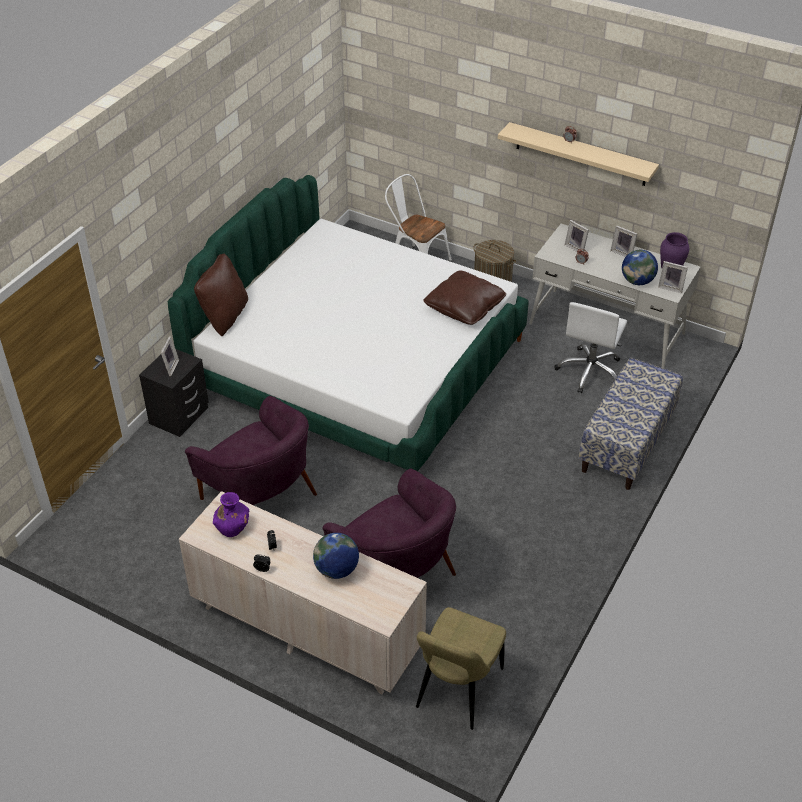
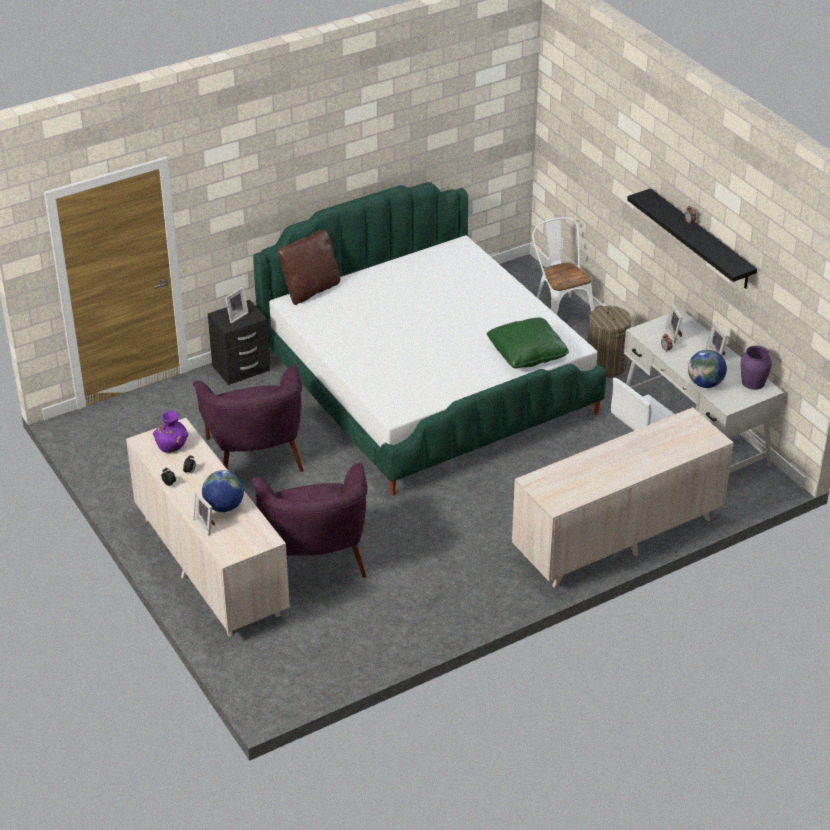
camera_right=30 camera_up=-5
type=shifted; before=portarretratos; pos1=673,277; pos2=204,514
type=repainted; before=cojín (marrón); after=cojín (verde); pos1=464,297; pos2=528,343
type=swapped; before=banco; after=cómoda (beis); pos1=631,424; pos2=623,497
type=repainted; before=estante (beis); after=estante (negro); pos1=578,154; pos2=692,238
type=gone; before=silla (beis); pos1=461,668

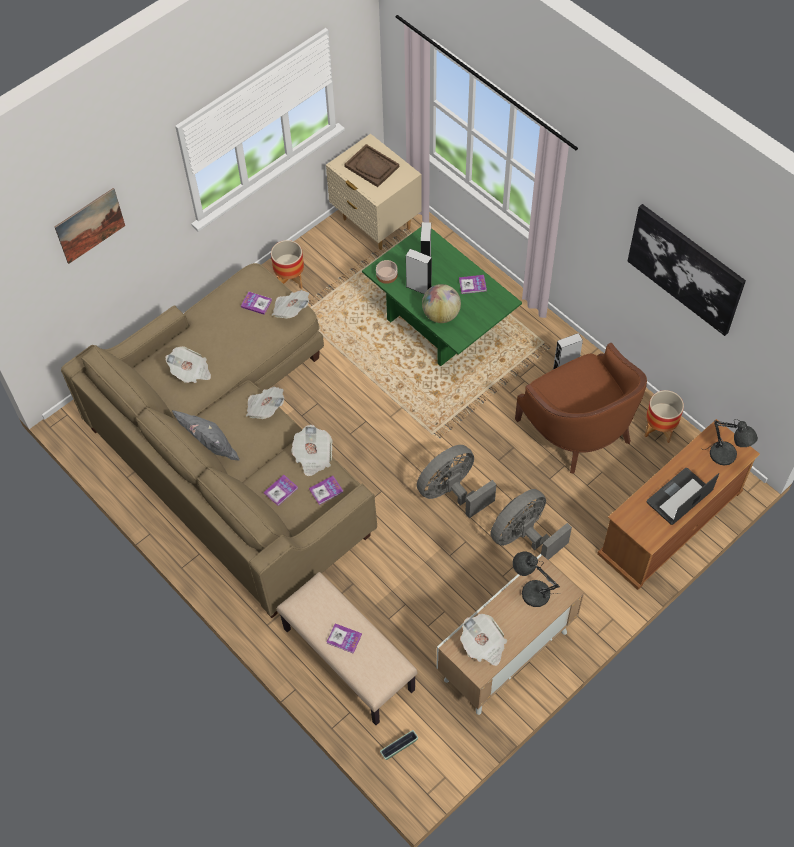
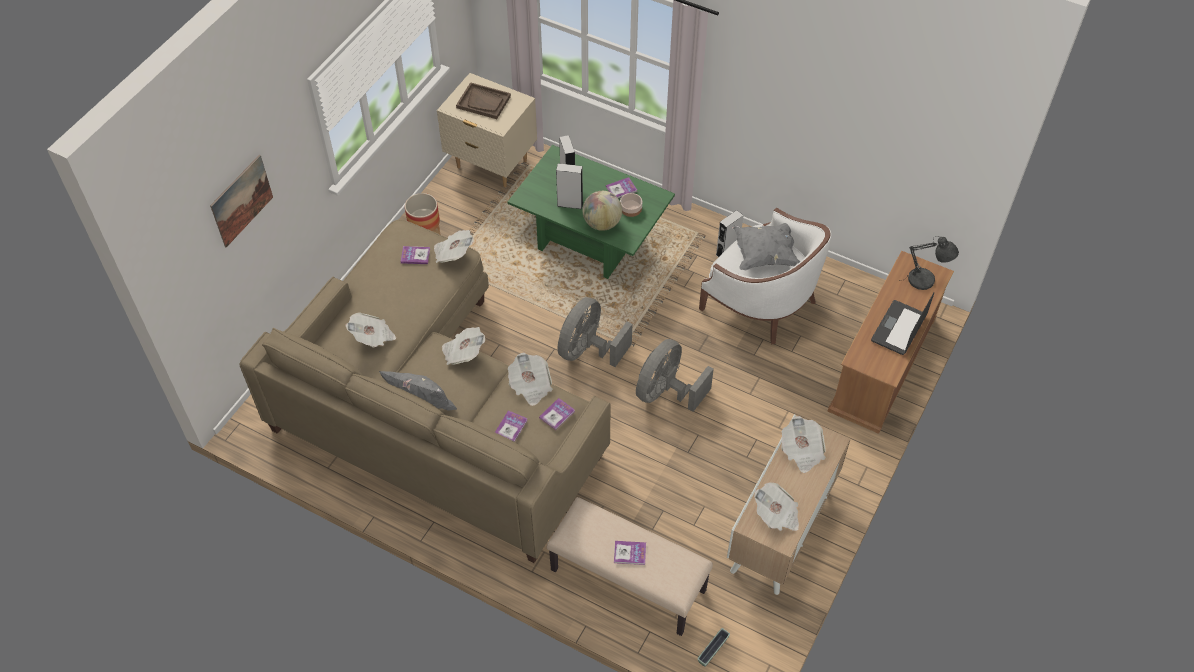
camera_right=-20 camera_up=-5
type=shifted; before=ventilador (gris); pos1=531,524; pos2=595,332
type=shifted; before=cuenco; pos1=387,272; pos2=631,205
type=repainted; before=sillón (marrón); after=sillón (blanco); pos1=581,408; pos2=765,275
type=new; after=cojín (gris); pos2=765,246
type=swapped; before=lámpara de mesa (gris); after=periódico; pos1=536,579; pos2=803,444
type=gone; before=cuadro; pos1=686,270
type=gone; before=maceta; pos1=664,416

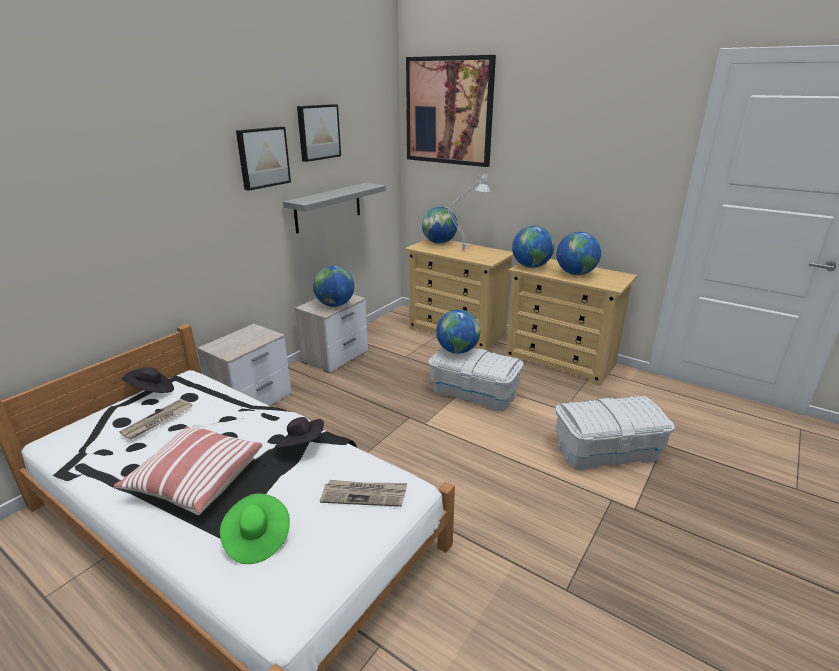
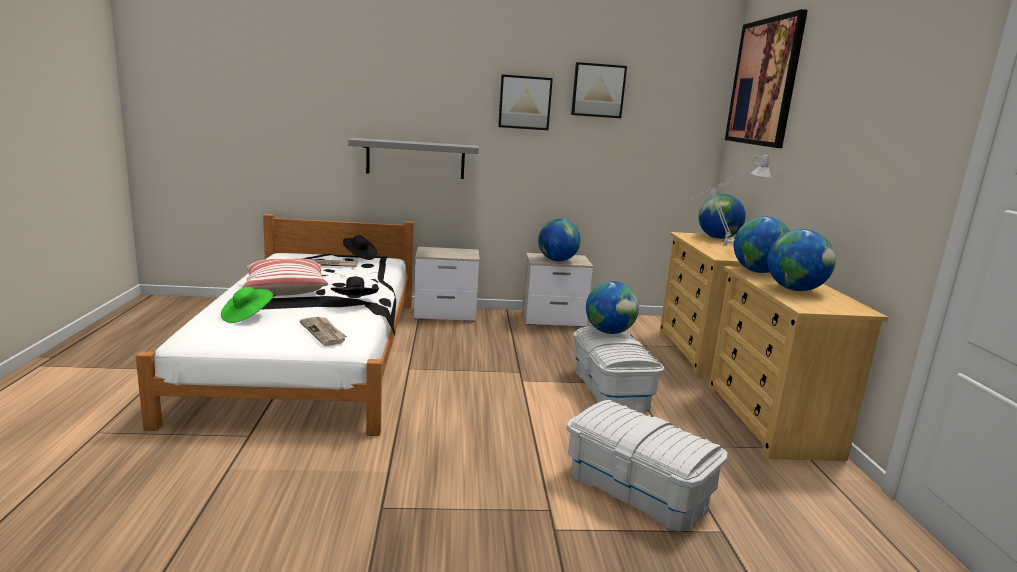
camera_right=50 camera_up=-10
type=shifted; before=estante (gris); pos1=334,208; pos2=413,158

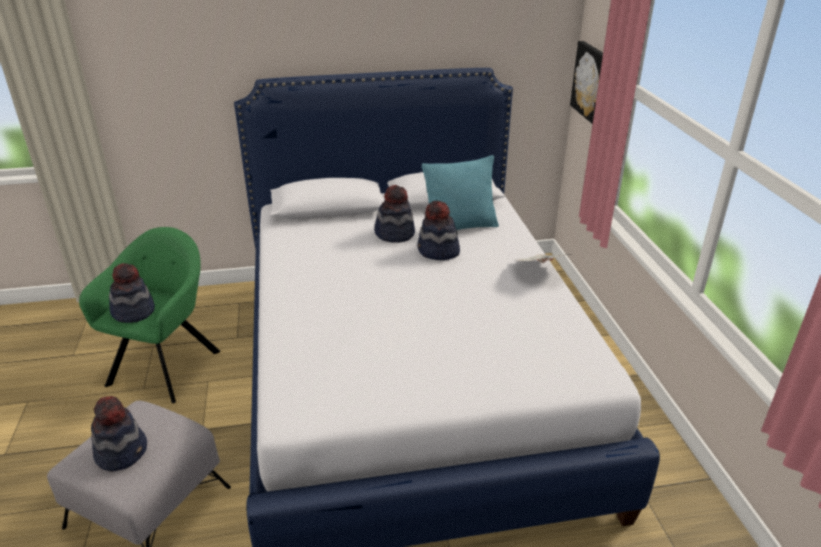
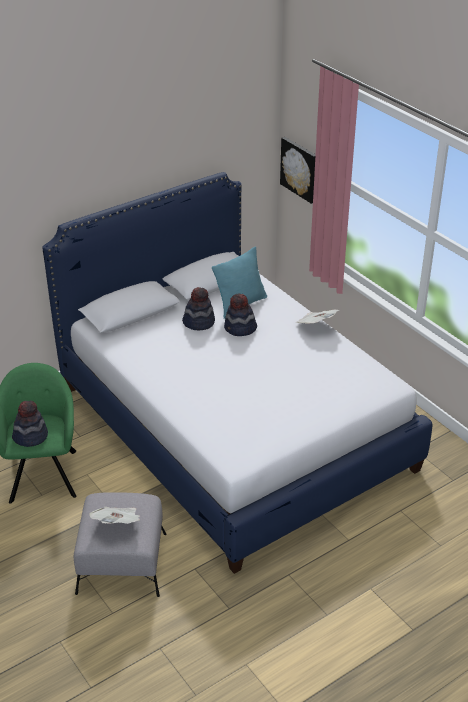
camera_right=-25 camera_up=5
type=swapped; before=sombrero; after=periódico; pos1=119,433; pos2=114,515

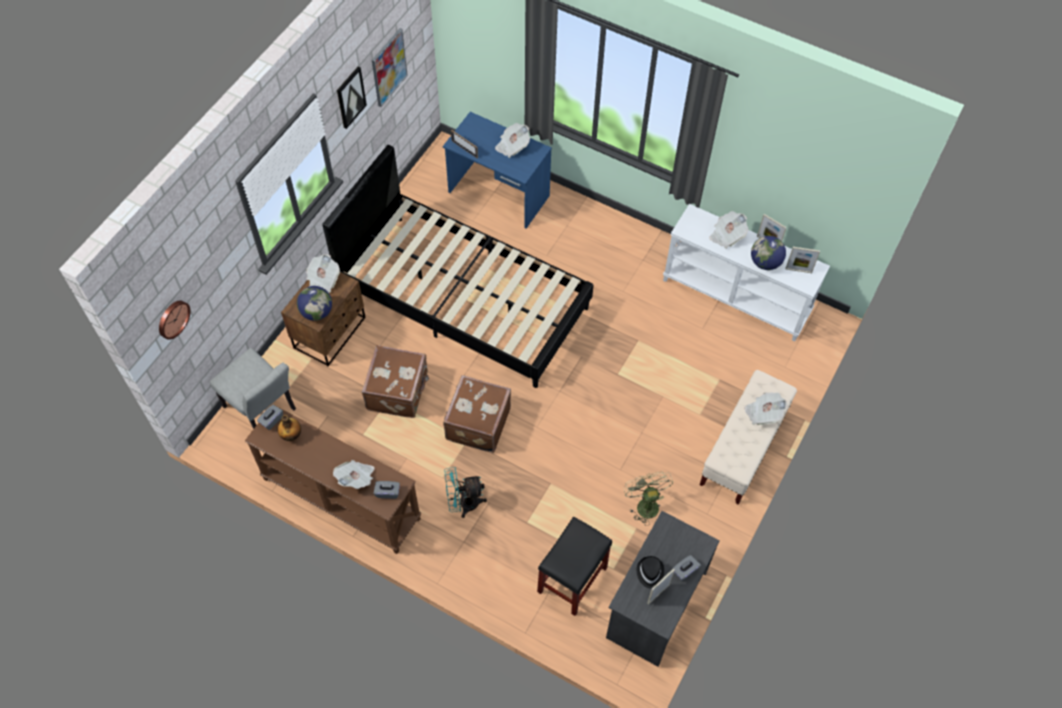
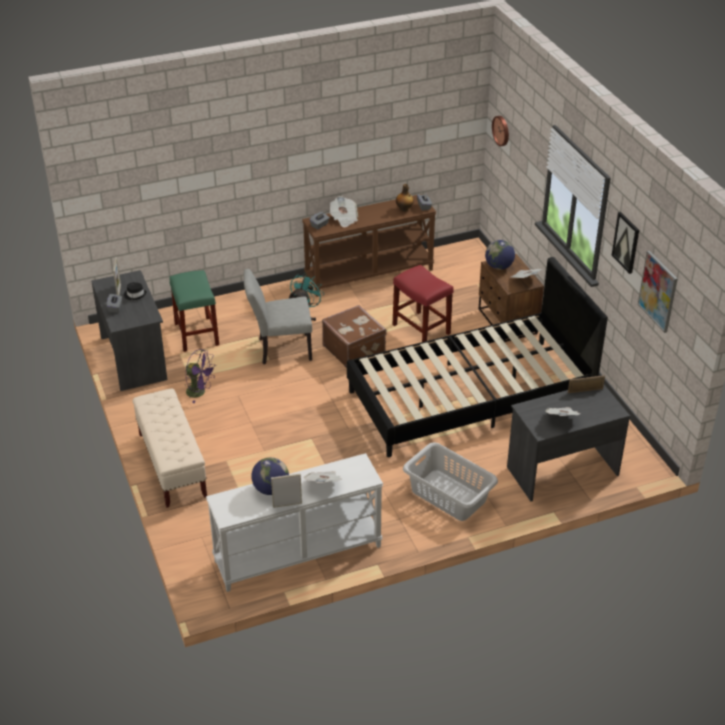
camera_right=130 camera_up=-20
type=repainted; before=taburete (negro); after=taburete (verde); pos1=574,566; pos2=194,311
type=repainted; before=ventilador (verde); after=ventilador (morado); pos1=648,499; pos2=199,376
type=shifted; before=silla (gris); pos1=253,388; pos2=278,316
type=swapped; before=maleta (marrón); after=taburete (rojo); pos1=395,381; pos2=423,303
type=new; after=cesto de la ropa (gris); pos2=450,481
type=repainted; before=escritorio (azul); after=escritorio (gris); pos1=497,170; pos2=568,443
type=gone; before=periódico; pos1=765,408
type=gone; before=portarretratos; pos1=803,260

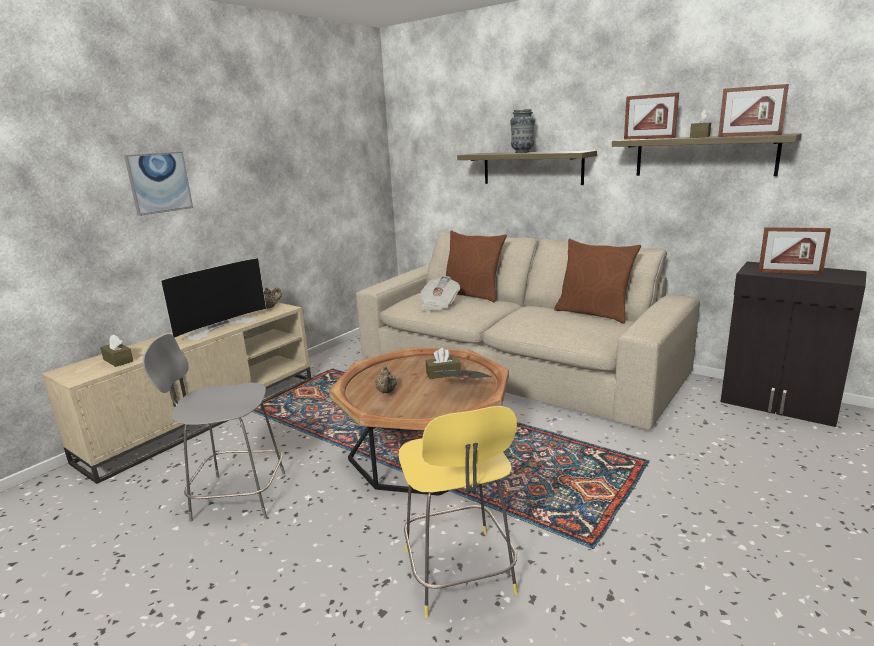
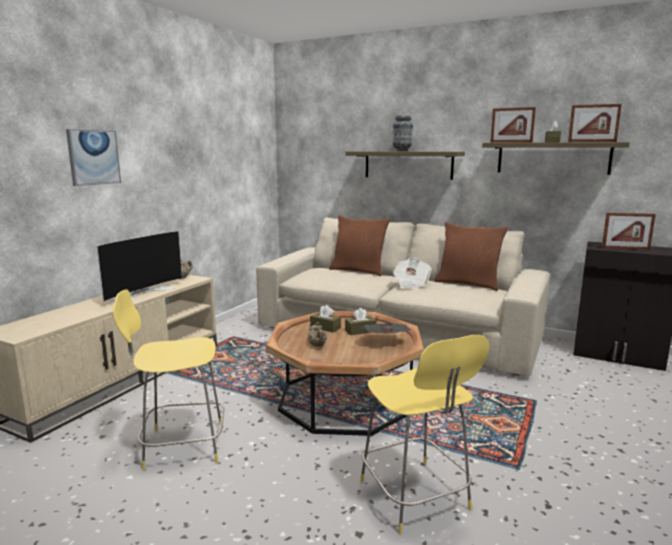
camera_right=-10 camera_up=-5
type=repainted; before=taburete (gris); after=taburete (amarillo); pos1=214,428; pos2=168,380
type=shifted; before=caja de pañuelos (marrón); pos1=116,350; pos2=325,318
type=shifted; before=periódico; pos1=440,293; pos2=412,273

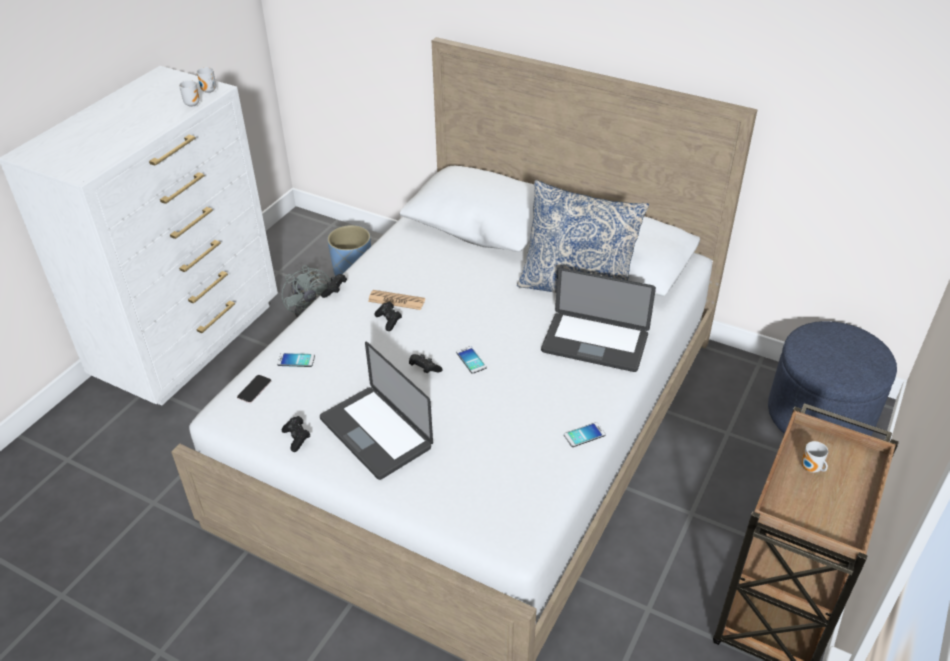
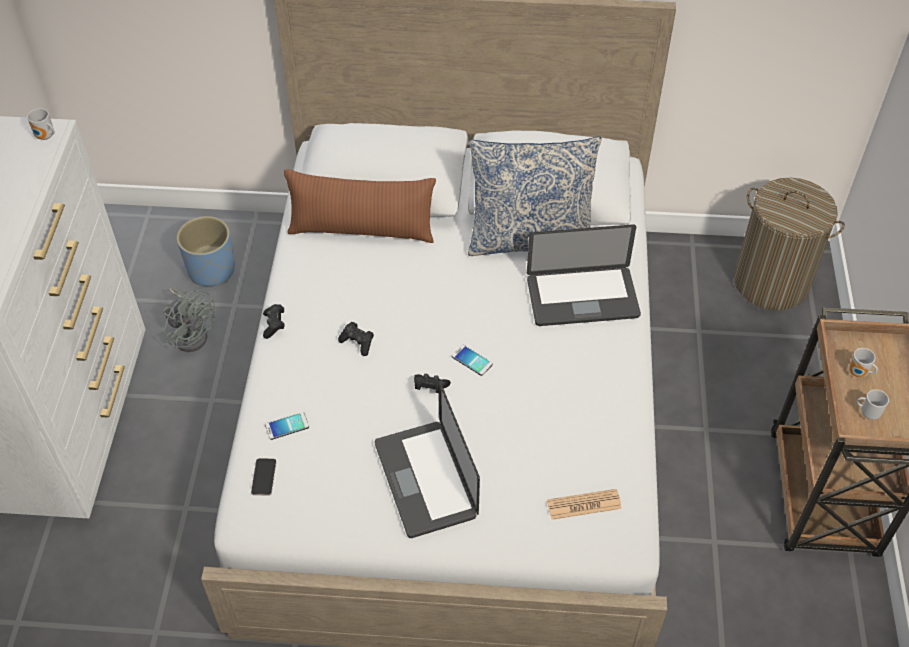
camera_right=-25 camera_up=10
type=new; after=cojín (marrón); pos2=360,206
type=rotated; before=portátil; pos1=376,410; pos2=427,460; turn=45
type=shifted; before=periódico; pos1=396,300; pos2=584,504
type=swapped; before=puf (azul); after=cesto de la ropa; pos1=832,378; pos2=789,243
type=shifted; before=taza grande; pos1=189,93; pos2=873,404
type=gone; before=mando de consola (negro); pos1=296,434
type=gone; before=móvil; pos1=585,434

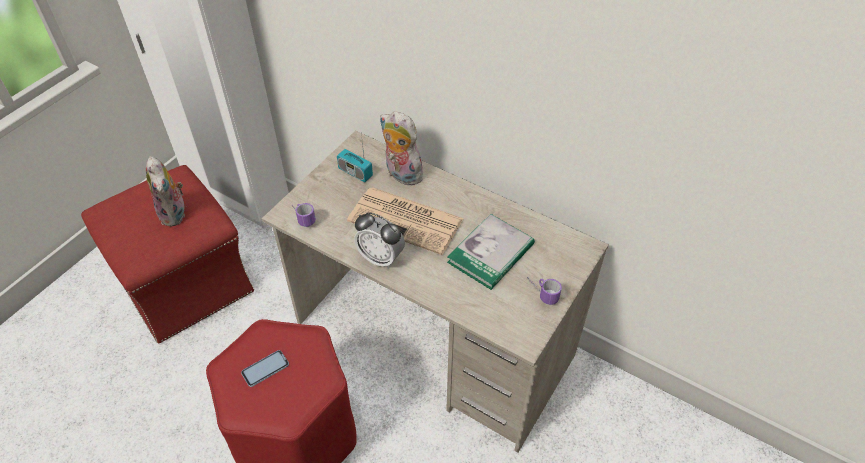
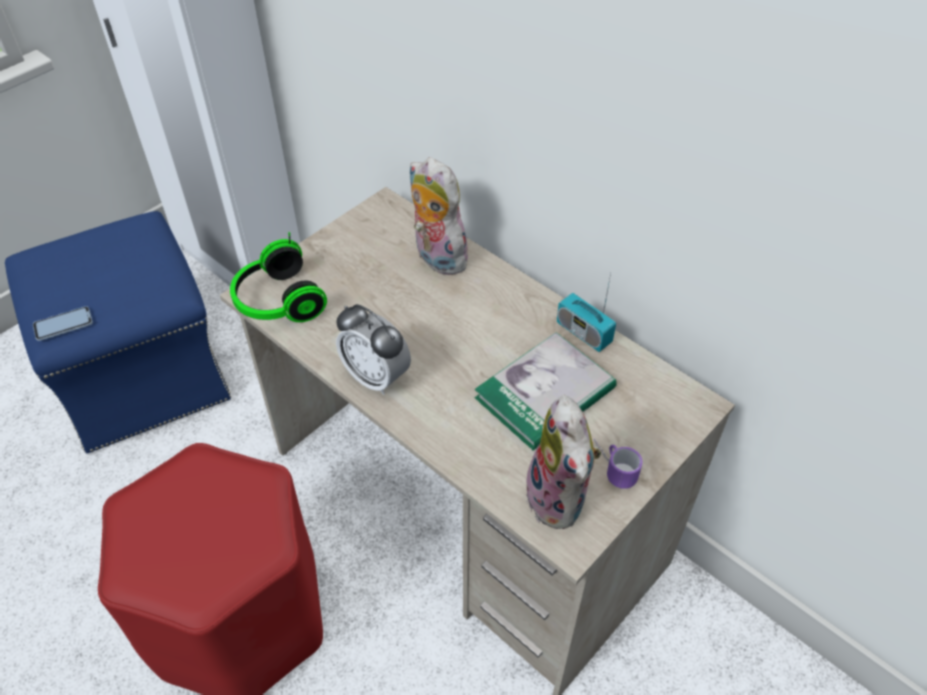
camera_right=10 camera_up=0
type=repainted; before=puf (rojo); after=puf (azul); pos1=167,254; pos2=118,332
type=shifted; before=móvil; pos1=265,368; pos2=63,323
type=swapped; before=taza grande; after=auriculares; pos1=304,215; pos2=278,277
type=shifted; before=peluche; pos1=165,191; pos2=563,462
type=shifted; before=radio; pos1=355,157; pos2=586,312
type=gone; before=periódico; pos1=405,221

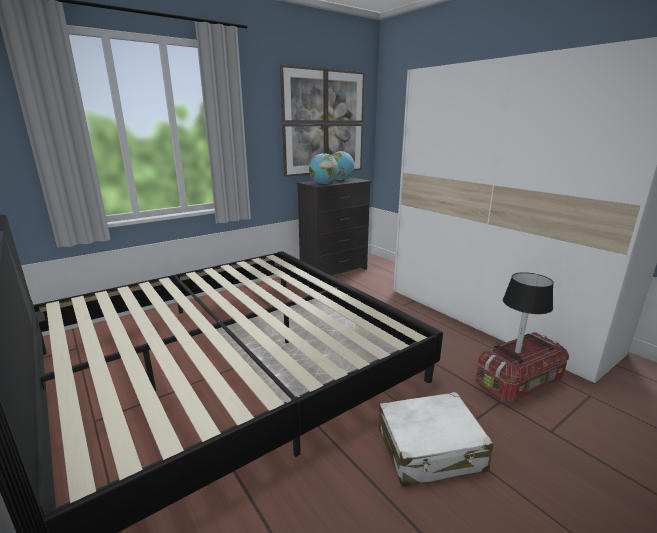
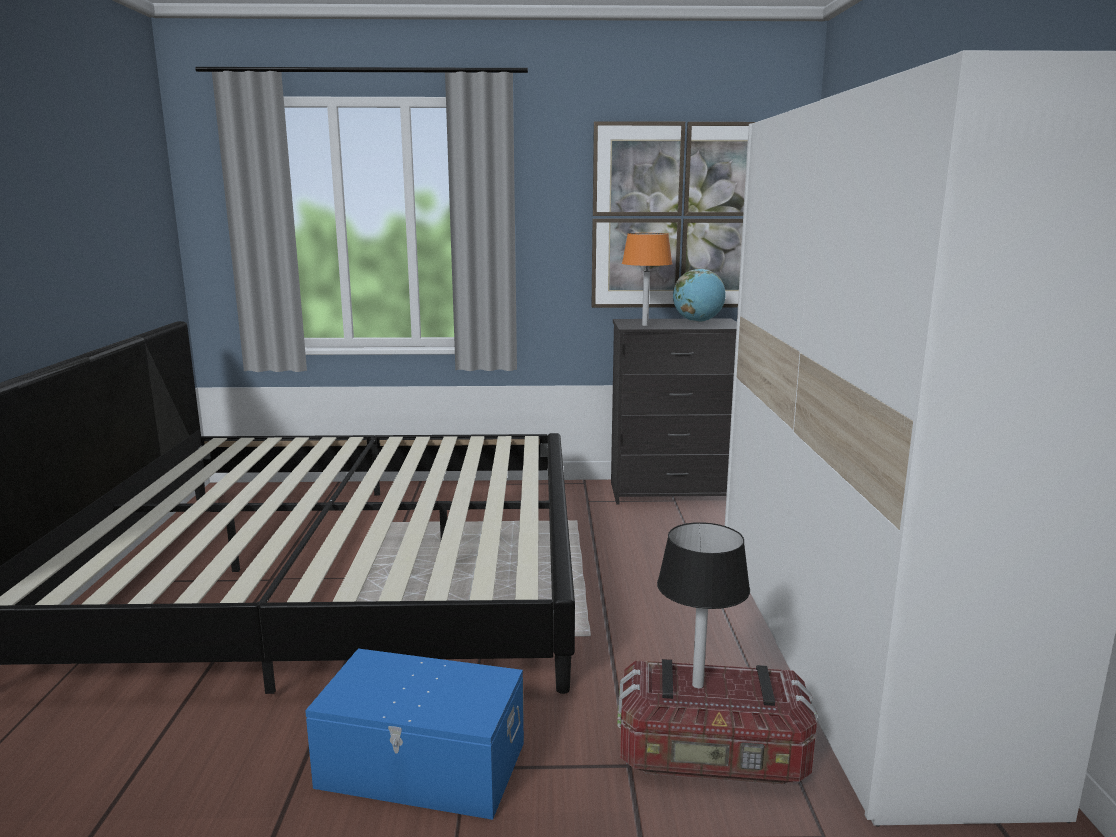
camera_right=35 camera_up=-5
type=swapped; before=maleta (blanco); after=caja de almacenaje (azul); pos1=436,439; pos2=414,734
type=swapped; before=globo terráqueo; after=lámpara de mesa (naranja); pos1=323,168; pos2=647,279

